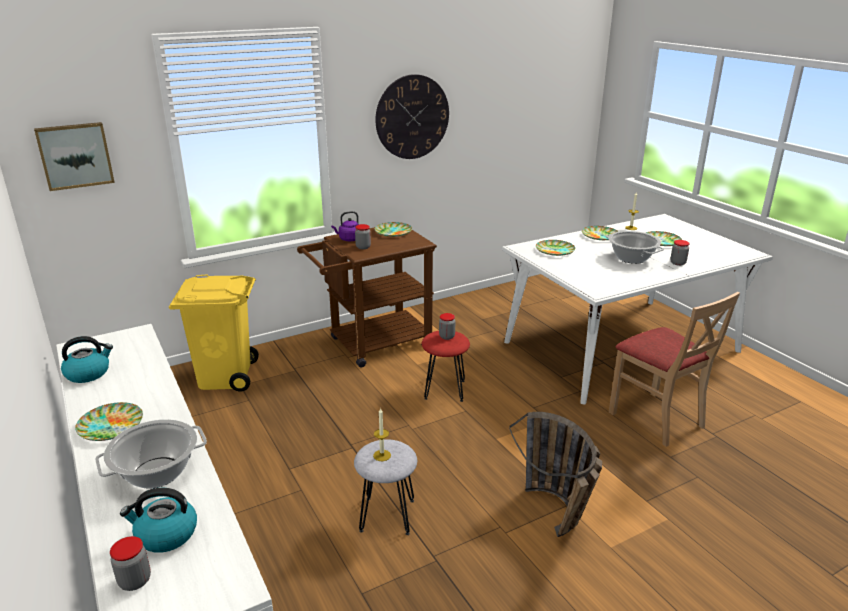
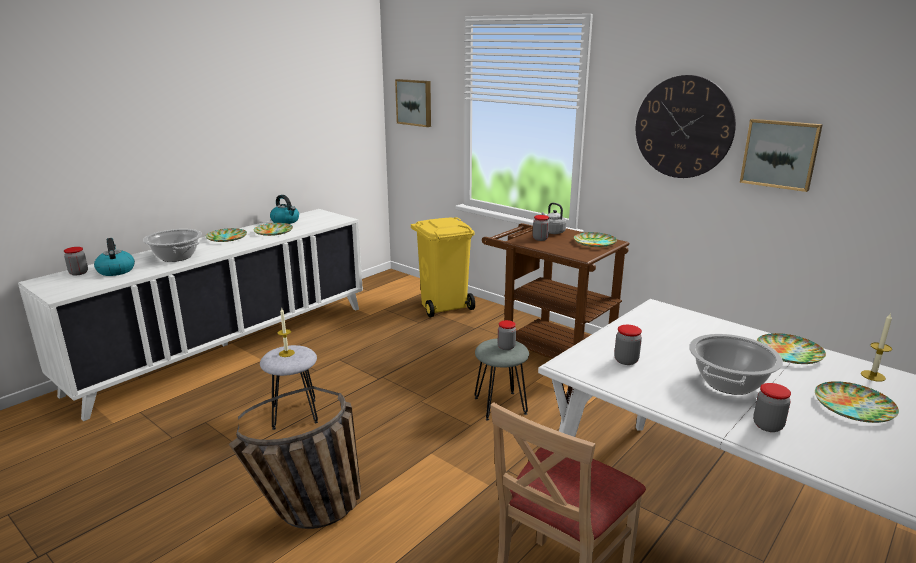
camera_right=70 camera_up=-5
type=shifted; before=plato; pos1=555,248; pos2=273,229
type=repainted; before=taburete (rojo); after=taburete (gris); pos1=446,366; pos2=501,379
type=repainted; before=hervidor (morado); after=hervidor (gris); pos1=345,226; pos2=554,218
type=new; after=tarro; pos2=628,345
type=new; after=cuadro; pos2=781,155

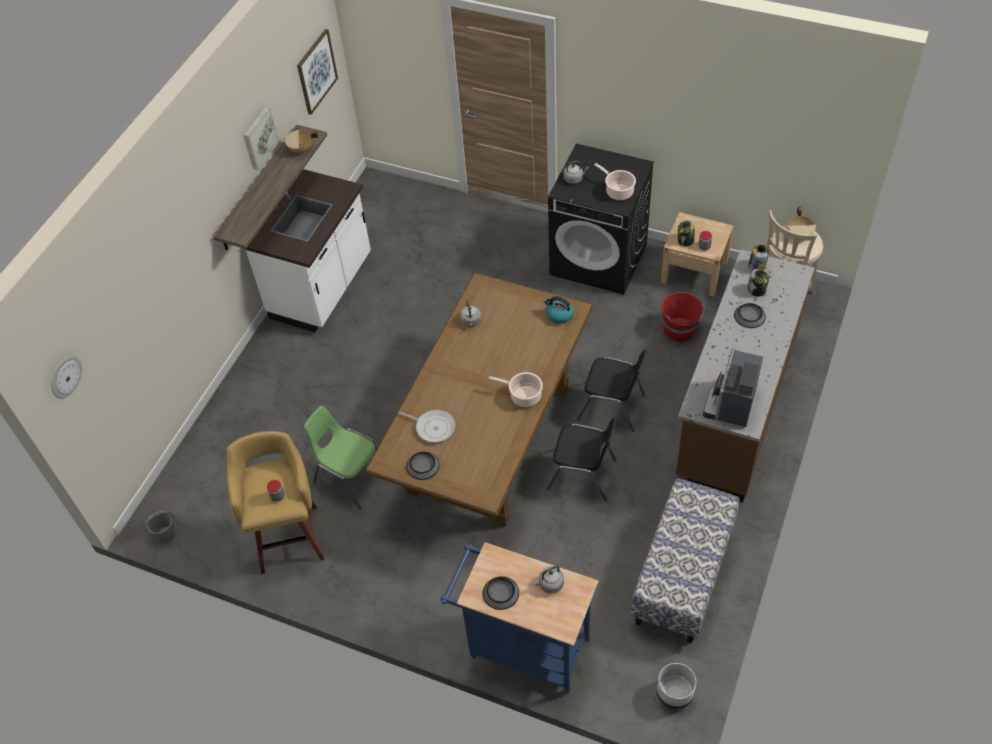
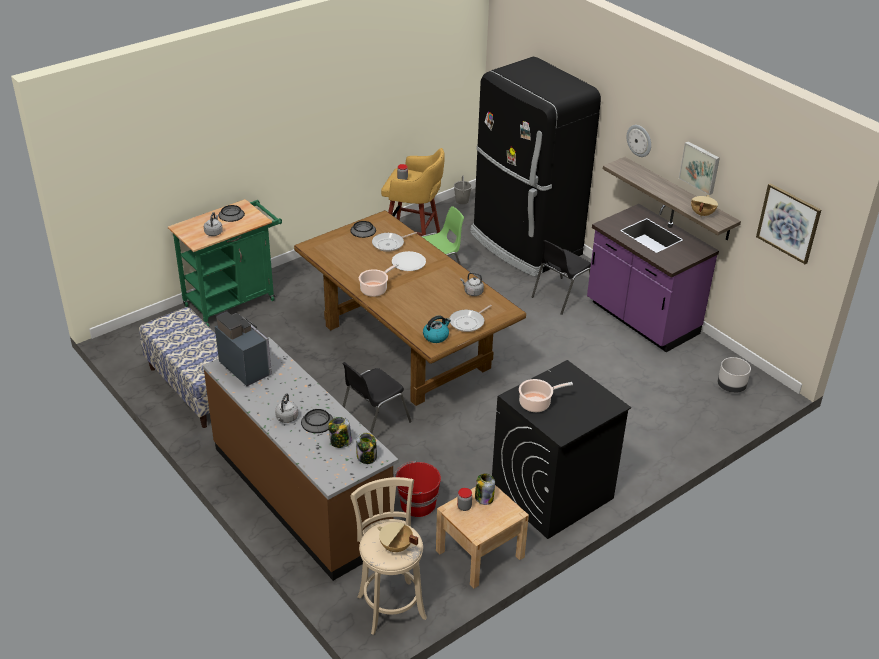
camera_right=115 camera_up=-15
type=repainted; before=carrito (azul); after=carrito (verde); pos1=520,617; pos2=225,262
type=shifted; before=hervidor (gris); pos1=576,172; pos2=286,408
type=new; after=plato (blanco); pos2=409,261
type=new; after=sartén; pos2=471,318
type=new; after=nevera (negro); pos2=535,167
type=shifted; before=silla (negro); pos1=582,459; pos2=561,277
type=repainted; before=mueble bajo de cocina (blanco); after=mueble bajo de cocina (morado); pos1=308,250; pos2=653,278
type=shifted; before=reloj de pared; pos1=66,377; pos2=639,141
type=shifted; before=maceta (gris); pos1=676,686; pos2=734,375

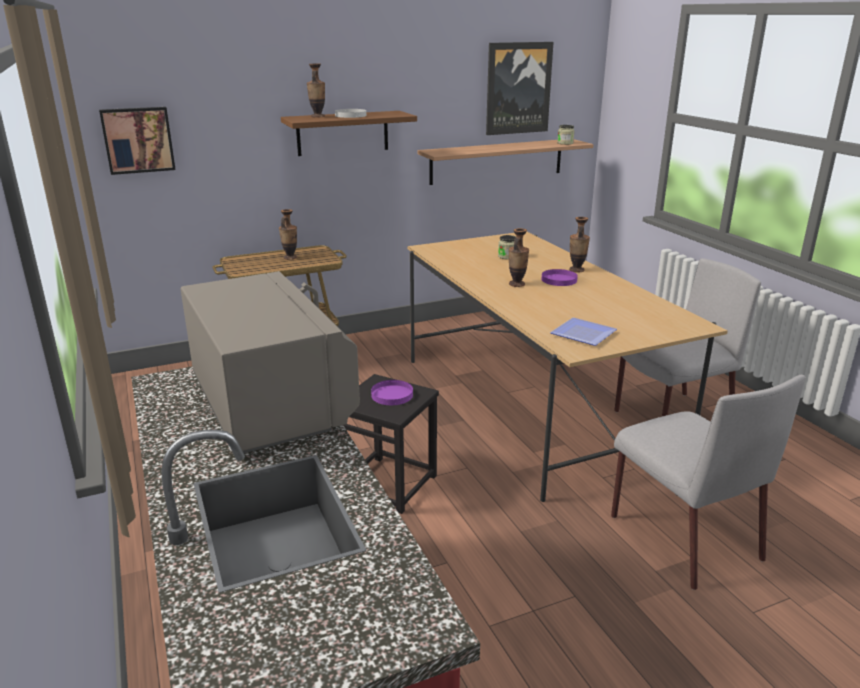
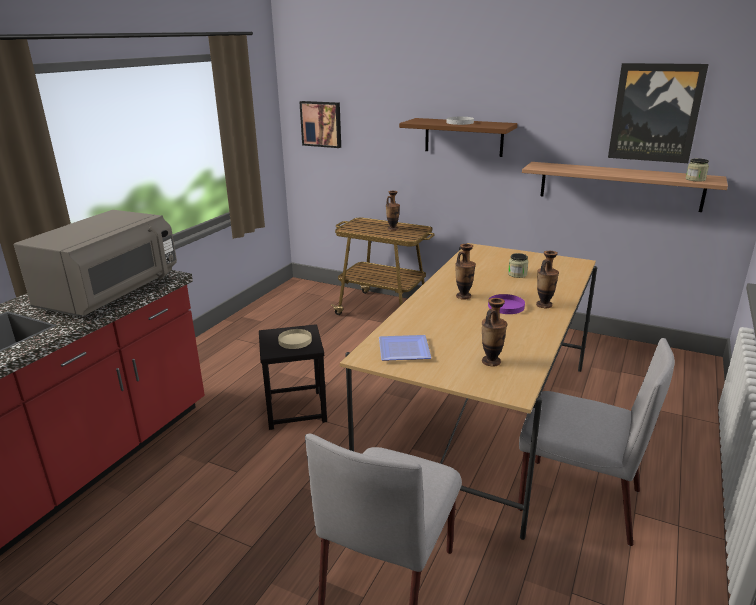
camera_right=50 camera_up=0
type=repainted; before=plato (morado); after=plato (beis); pos1=392,392; pos2=295,339
type=shifted; before=florero; pos1=316,90; pos2=494,332

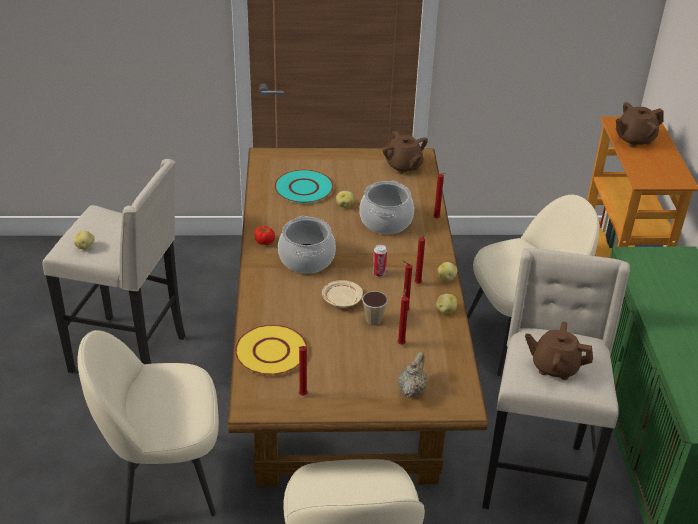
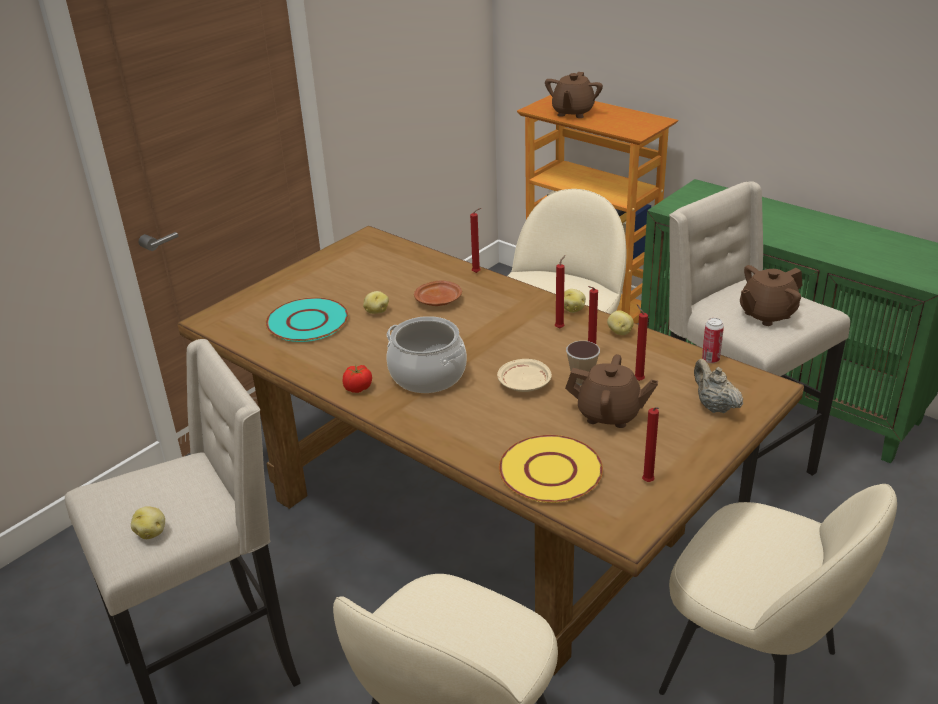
camera_right=-45 camera_up=-5
type=swapped; before=olla; after=plato (marrón); pos1=386,207; pos2=438,293
type=shifted; before=tetera (marrón); pos1=405,152; pos2=611,391
type=shifted; before=lata; pos1=380,260; pos2=713,340

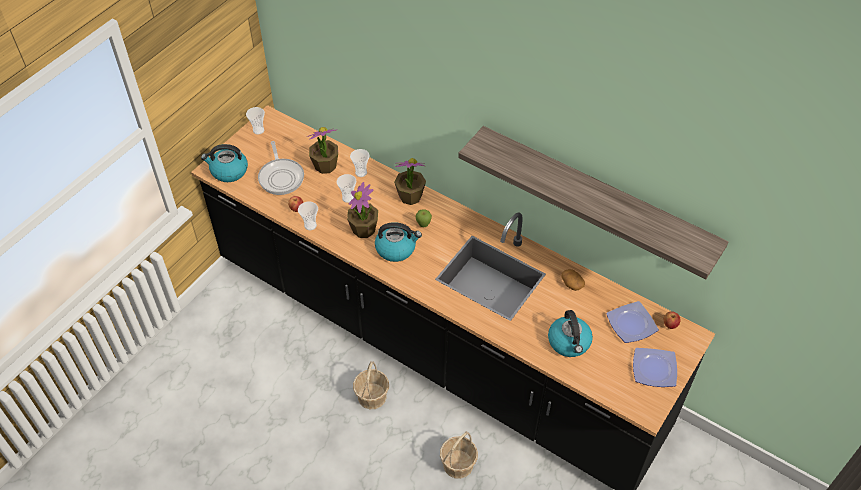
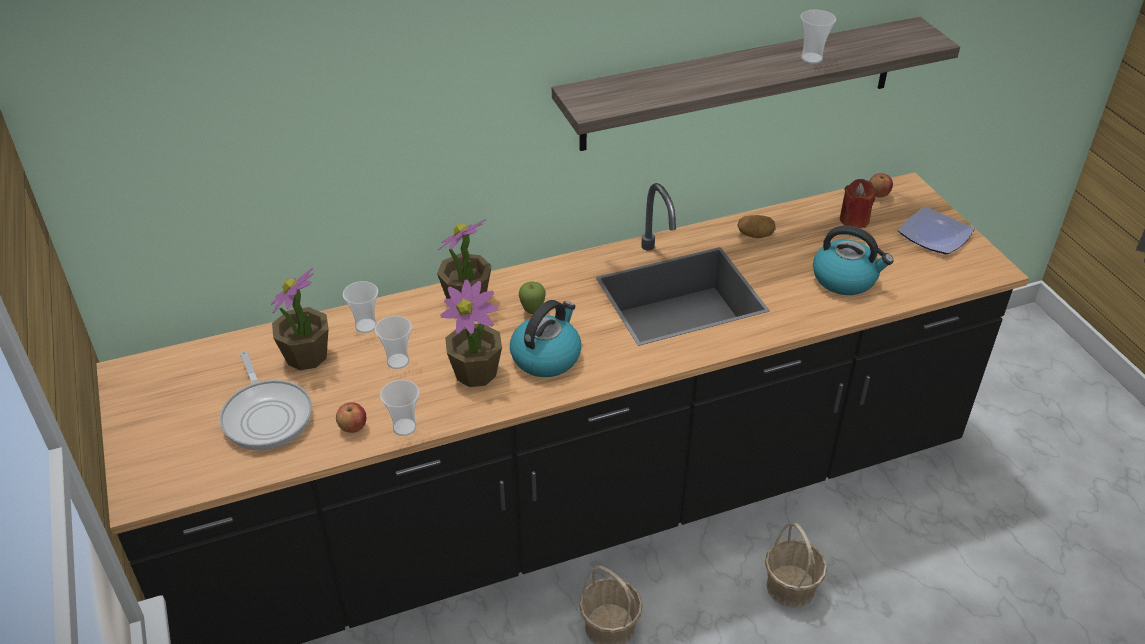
camera_right=-55 camera_up=-10
type=rotated; before=sartén; pos1=281,168; pos2=265,401; turn=45
type=shifted; before=taza; pos1=255,121; pos2=818,37
type=swapped; before=plato; after=vela (rojo); pos1=632,322; pos2=858,203
type=gone; before=hervidor; pos1=224,163

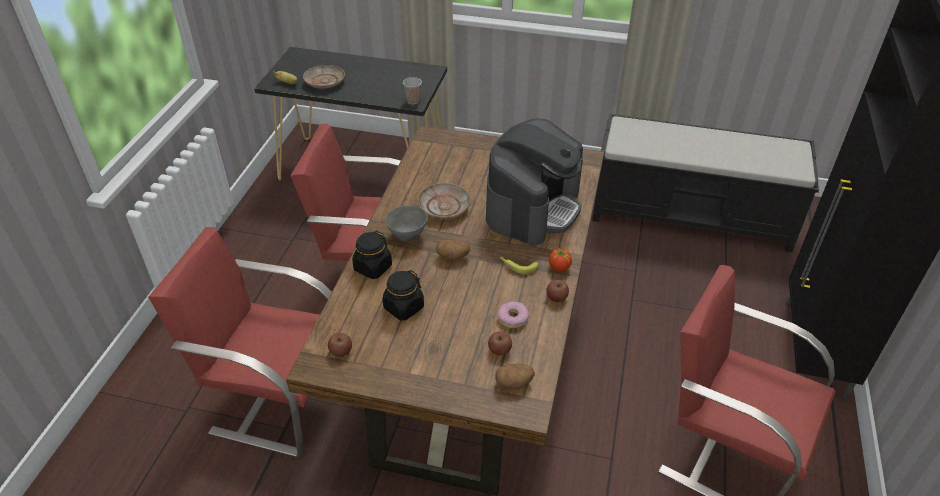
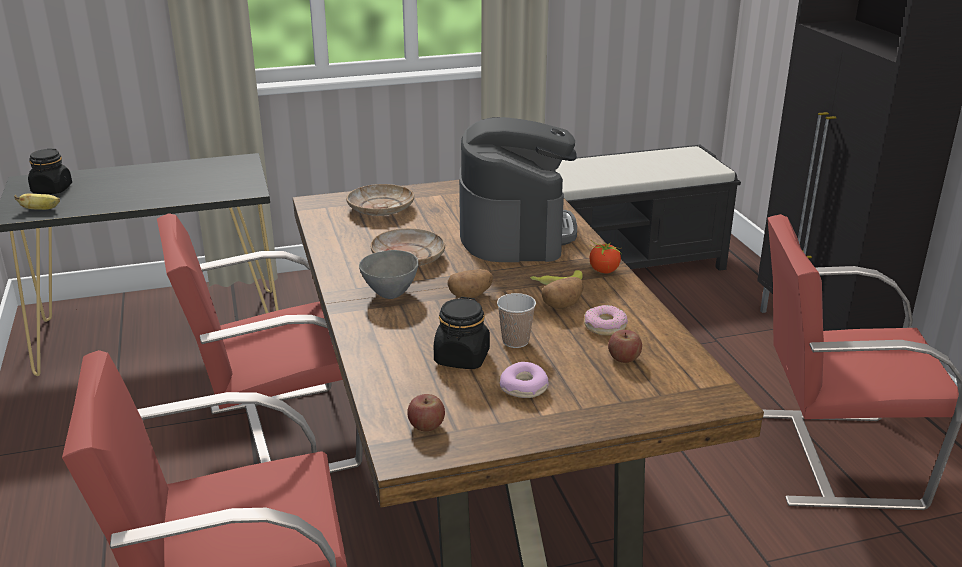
camera_right=-30 camera_up=-15
type=shifted; before=tarro (negro); pos1=372,255; pos2=50,171
type=shifted; before=plato (beis); pos1=324,77; pos2=380,200
type=shifted; before=taza; pos1=412,90; pos2=516,320
type=new; after=rosquilla; pos2=524,380
type=shifted; before=patata; pos1=515,377; pos2=563,293
type=gone; before=manzana; pos1=557,291

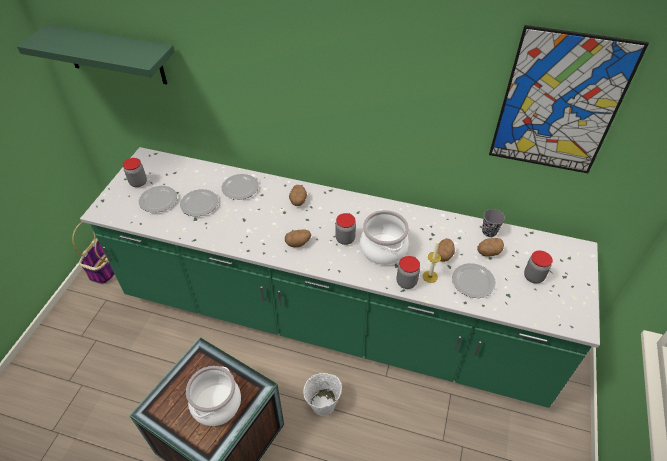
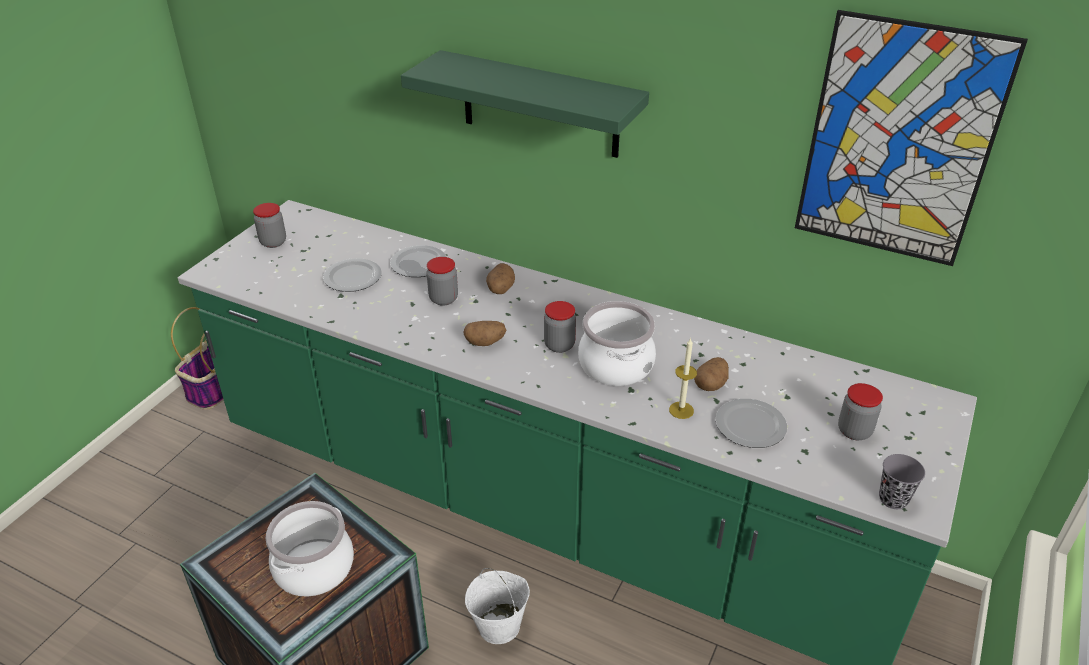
camera_right=10 camera_up=-10
type=shifted; before=estante (verde); pos1=95,54; pos2=525,104
type=shifted; before=tarro; pos1=408,272; pos2=442,281
type=shifted; before=taza (gris); pos1=493,223; pos2=902,481
type=gone; before=plato; pos1=158,199
type=gone; before=patata; pos1=490,247

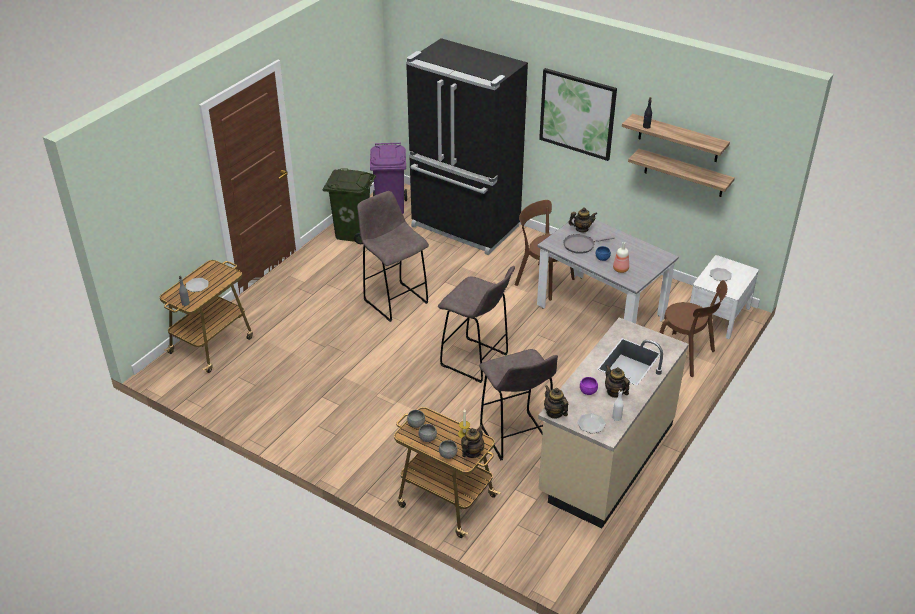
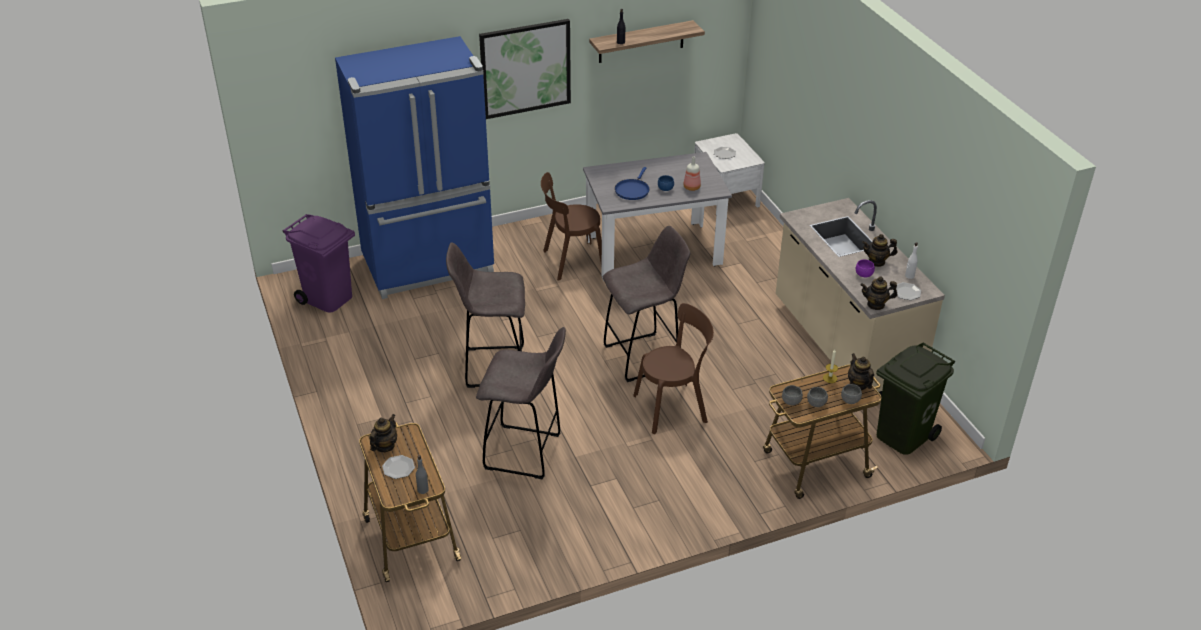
camera_right=-55 camera_up=0
type=repainted; before=nevera (negro); after=nevera (azul); pos1=467,146; pos2=414,167
type=shifted; before=tetera; pos1=582,220; pos2=383,433
type=shifted; before=taburete (gris); pos1=518,404; pos2=521,403
type=repainted; before=sartén (gris); after=sartén (azul); pos1=589,244; pos2=632,183
type=shifted; before=silla (marrón); pos1=693,328; pos2=673,368
type=shifted; before=papelera (verde); pos1=349,206; pos2=915,398
type=gone; before=estante; pos1=681,173

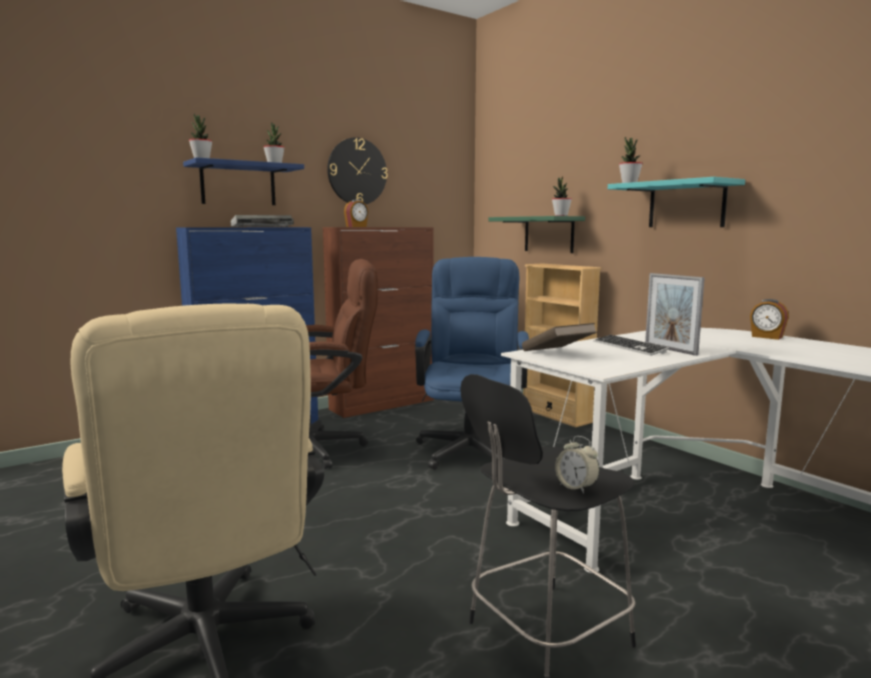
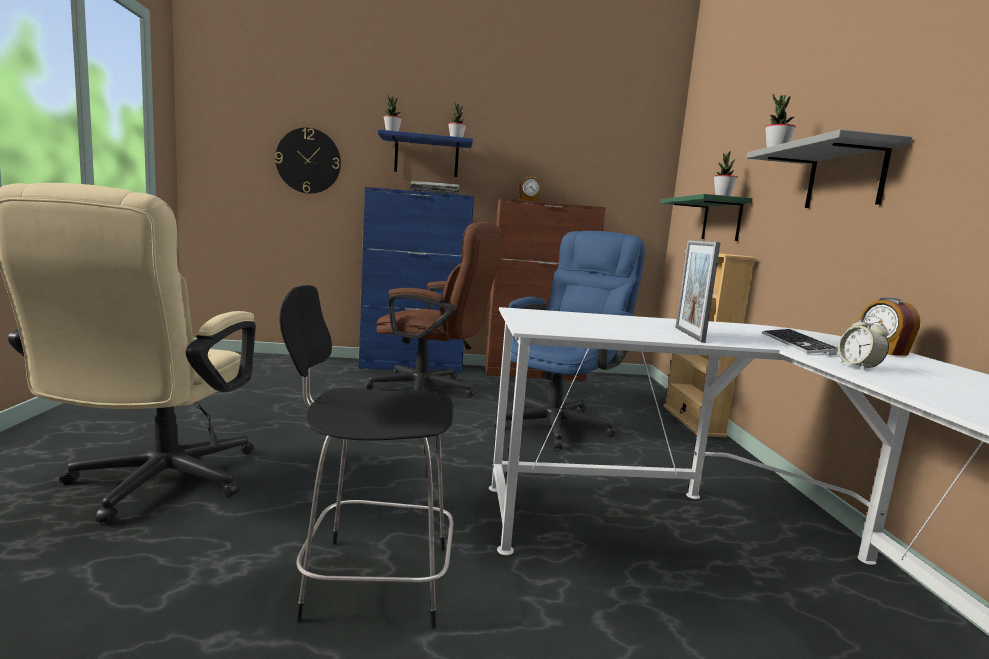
camera_right=30 camera_up=0
type=shifted; before=reloj de pared; pos1=357,170; pos2=308,161
type=repainted; before=estante (turquesa); after=estante (gris); pos1=676,202; pos2=829,168
type=shifted; before=teclado; pos1=631,345; pos2=800,342
type=shifted; before=despertador; pos1=577,465; pos2=863,342
type=gone; before=libro (marrón); pos1=559,337

